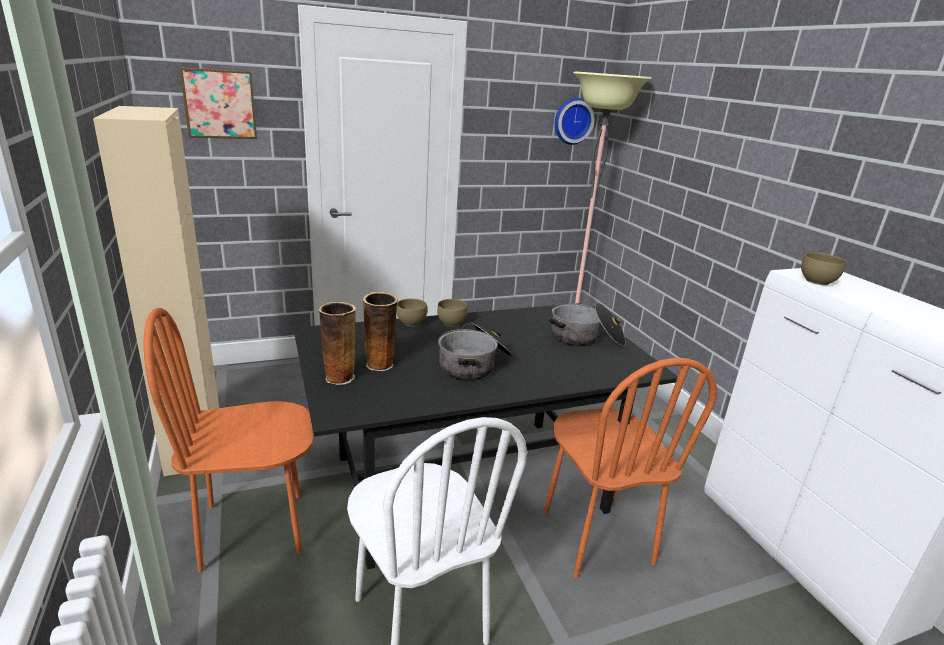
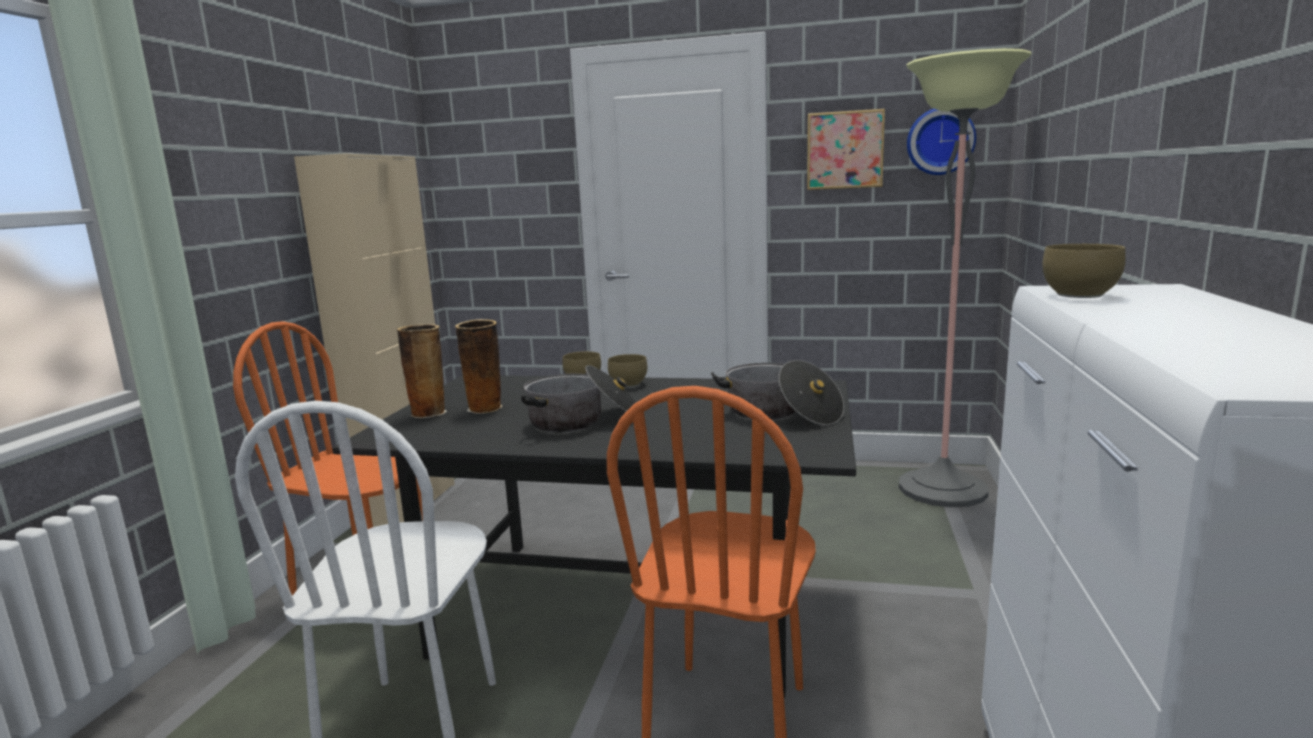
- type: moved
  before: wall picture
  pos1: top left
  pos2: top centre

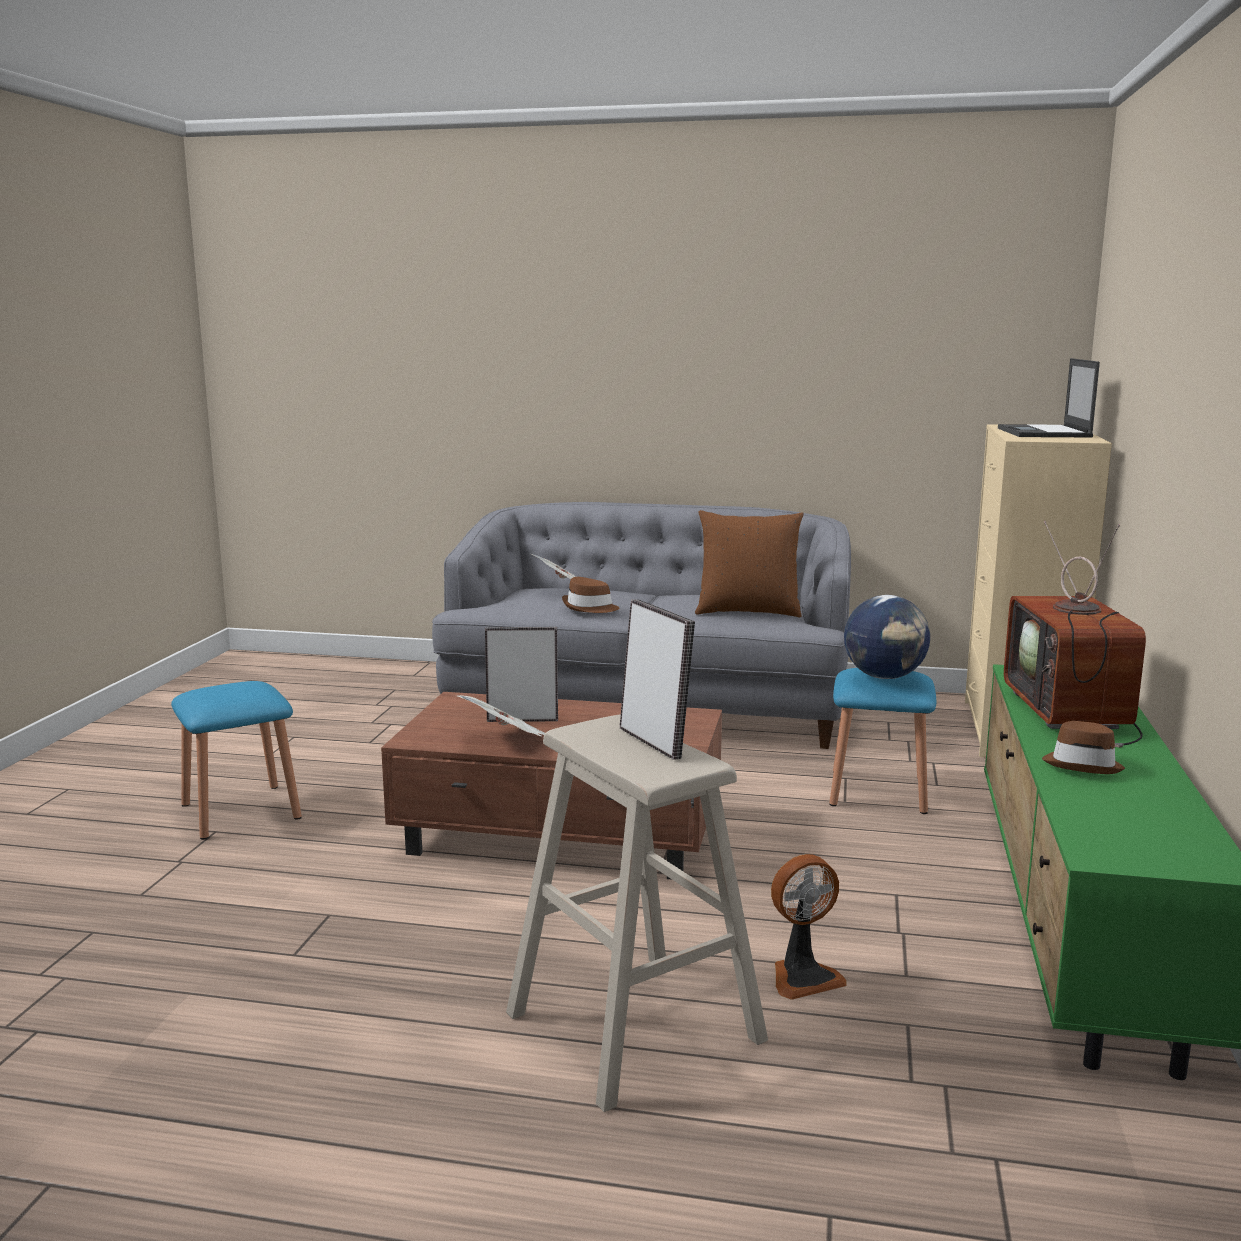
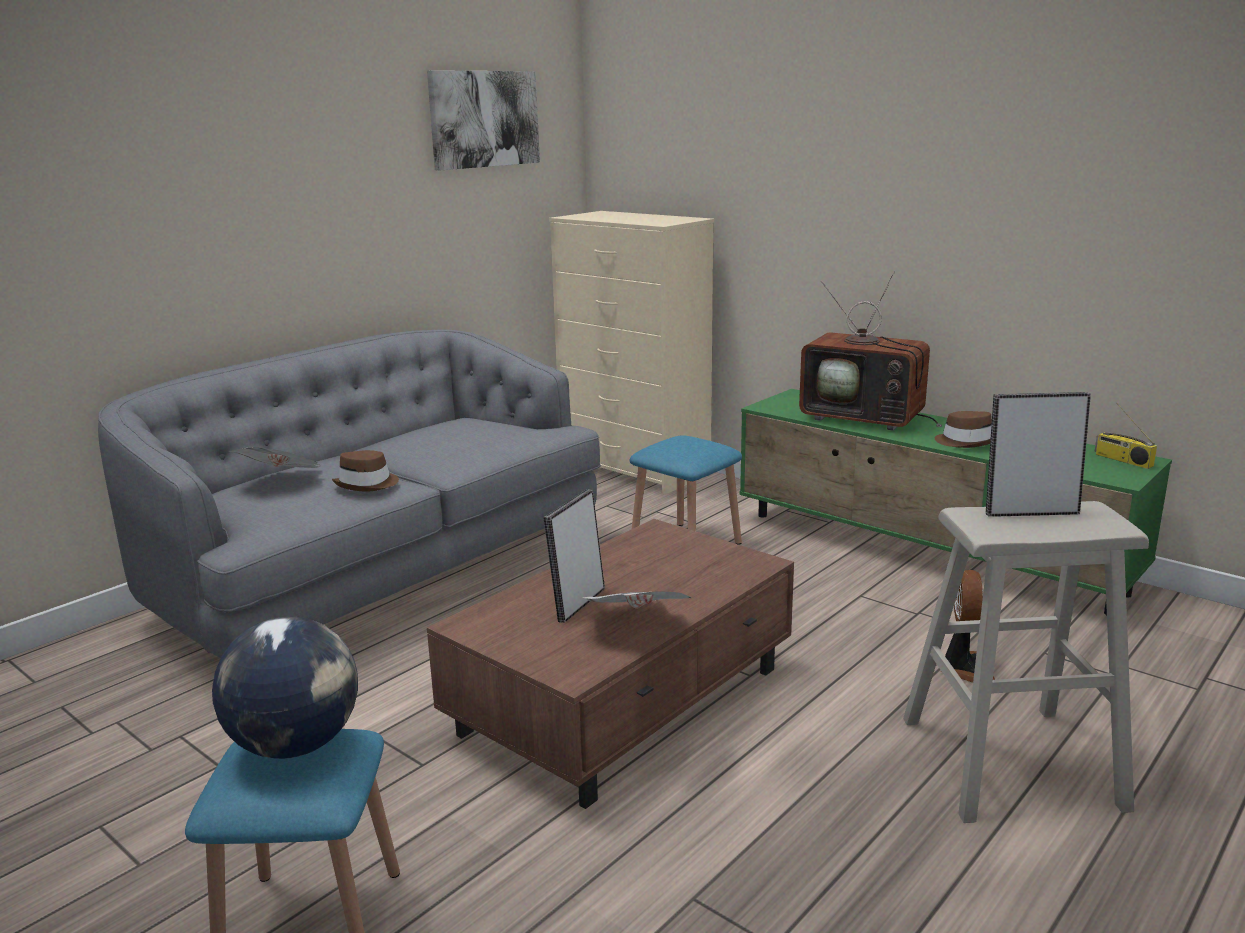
- type: moved
  before: globe
  pos1: middle right
  pos2: bottom left
- type: added
  after: wall picture
  pos2: top centre
- type: added
  after: radio receiver
  pos2: middle right
- type: removed
  before: throw pillow in brown
  pos1: centre
- type: removed
  before: portable computer
  pos1: top right

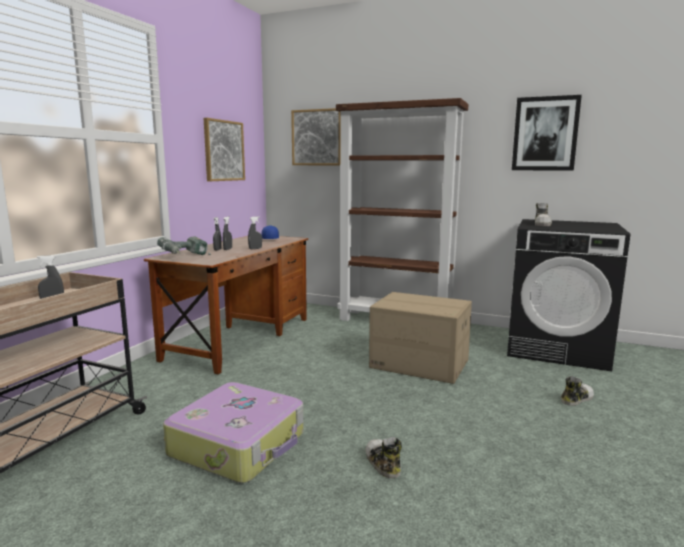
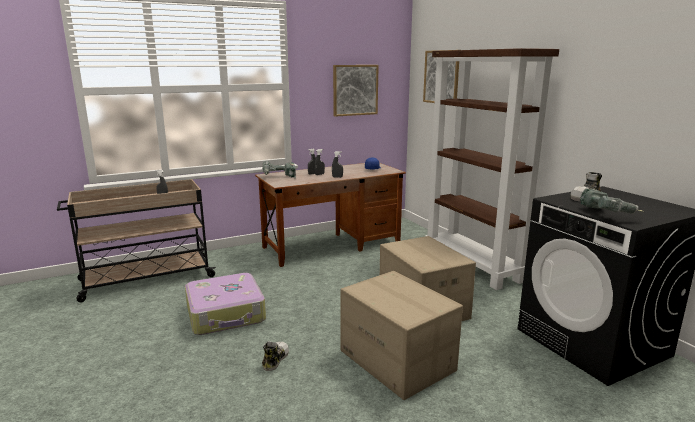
- type: added
  after: cardboard box (1st from left)
  pos2: bottom centre
- type: added
  after: electric drill (2nd from left)
  pos2: middle right
- type: removed
  before: wall picture (3rd from left)
  pos1: top right
- type: removed
  before: low shoe (3rd from left)
  pos1: bottom right

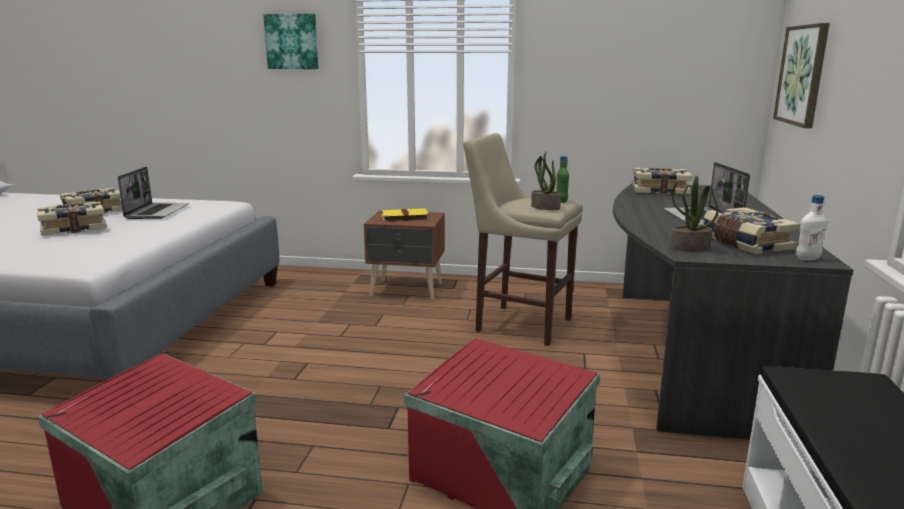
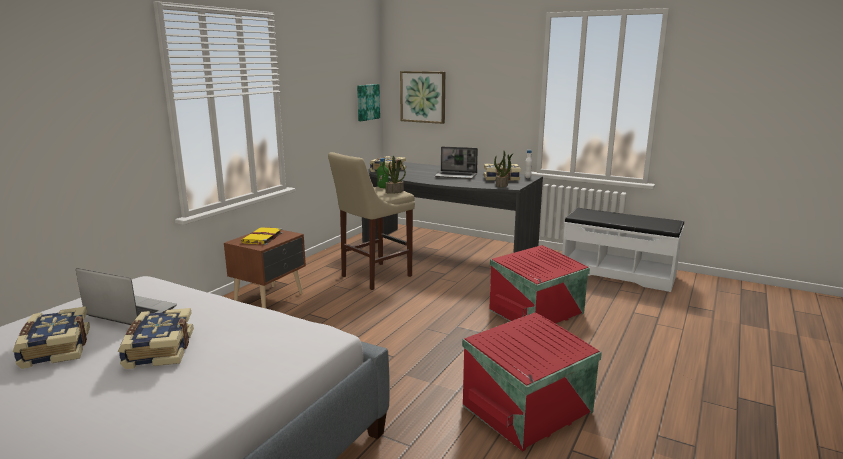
- type: moved
  before: wall picture (1st from left)
  pos1: top left
  pos2: top centre

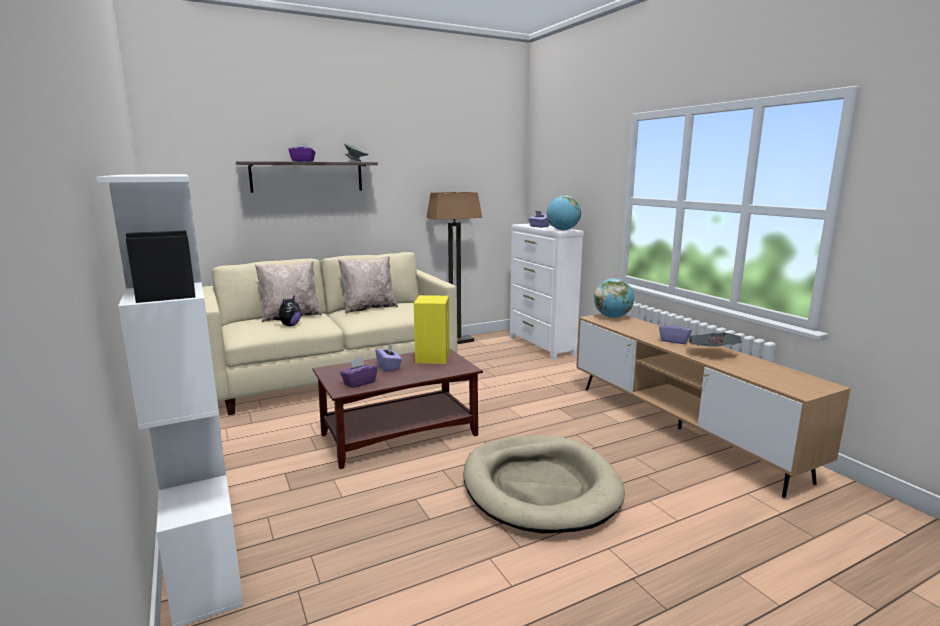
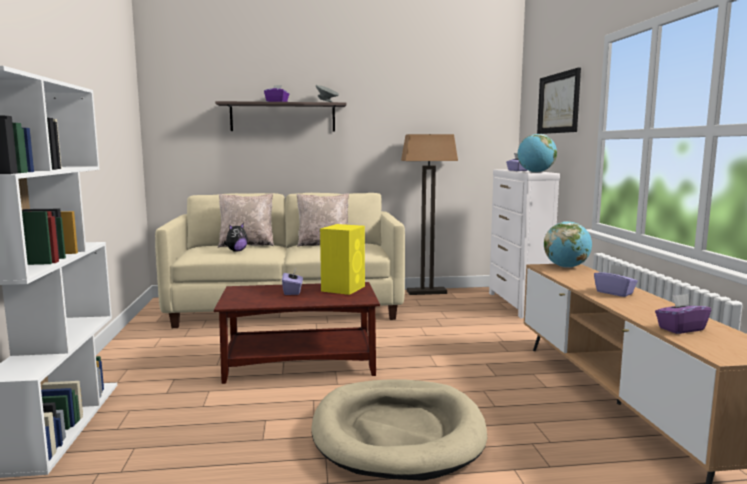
- type: added
  after: wall picture
  pos2: top right
- type: moved
  before: tissue box in purple (2nd from left in the first image)
  after: tissue box in purple (5th from left)
  pos1: centre
  pos2: middle right
- type: removed
  before: daily paper
  pos1: middle right

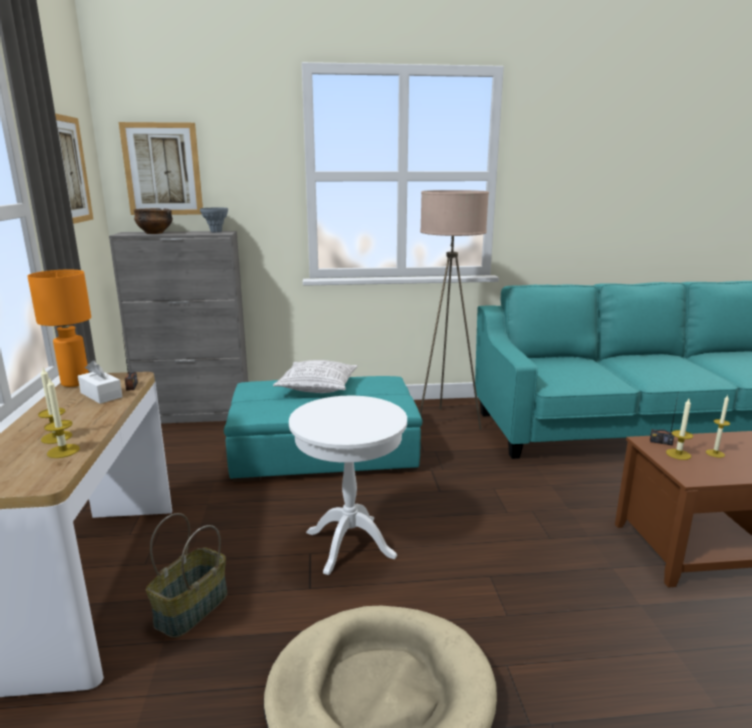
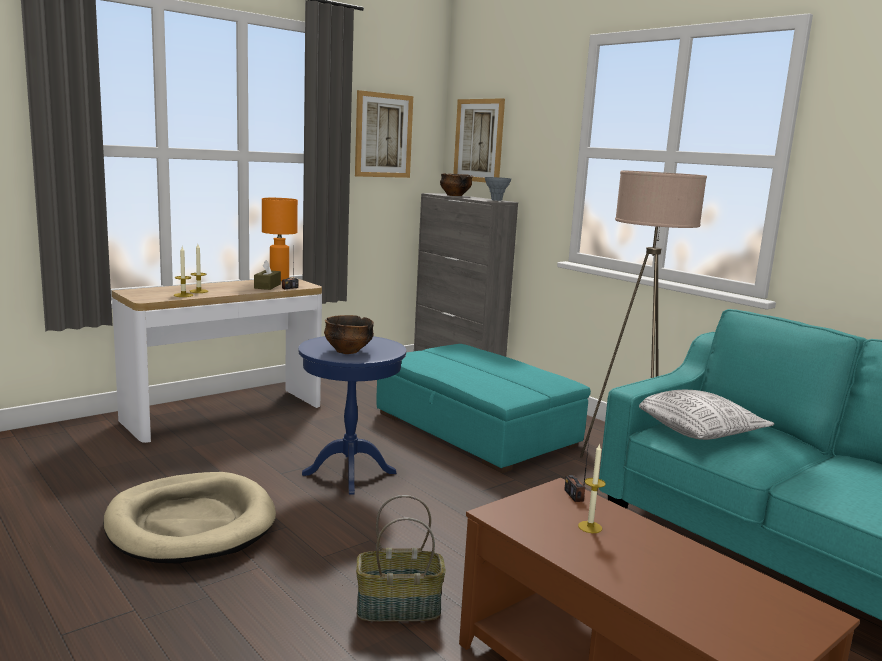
- type: recoloured
  before: tissue box in whitish
  after: tissue box in brown
  pos1: middle left
  pos2: middle left
- type: recoloured
  before: side table in whitish
  after: side table in bluish
  pos1: centre
  pos2: centre
- type: added
  after: bowl (1st from left)
  pos2: centre
- type: moved
  before: storage basket
  pos1: bottom left
  pos2: bottom centre
- type: moved
  before: throw pillow
  pos1: centre
  pos2: middle right
- type: removed
  before: candle (3rd from left)
  pos1: middle right

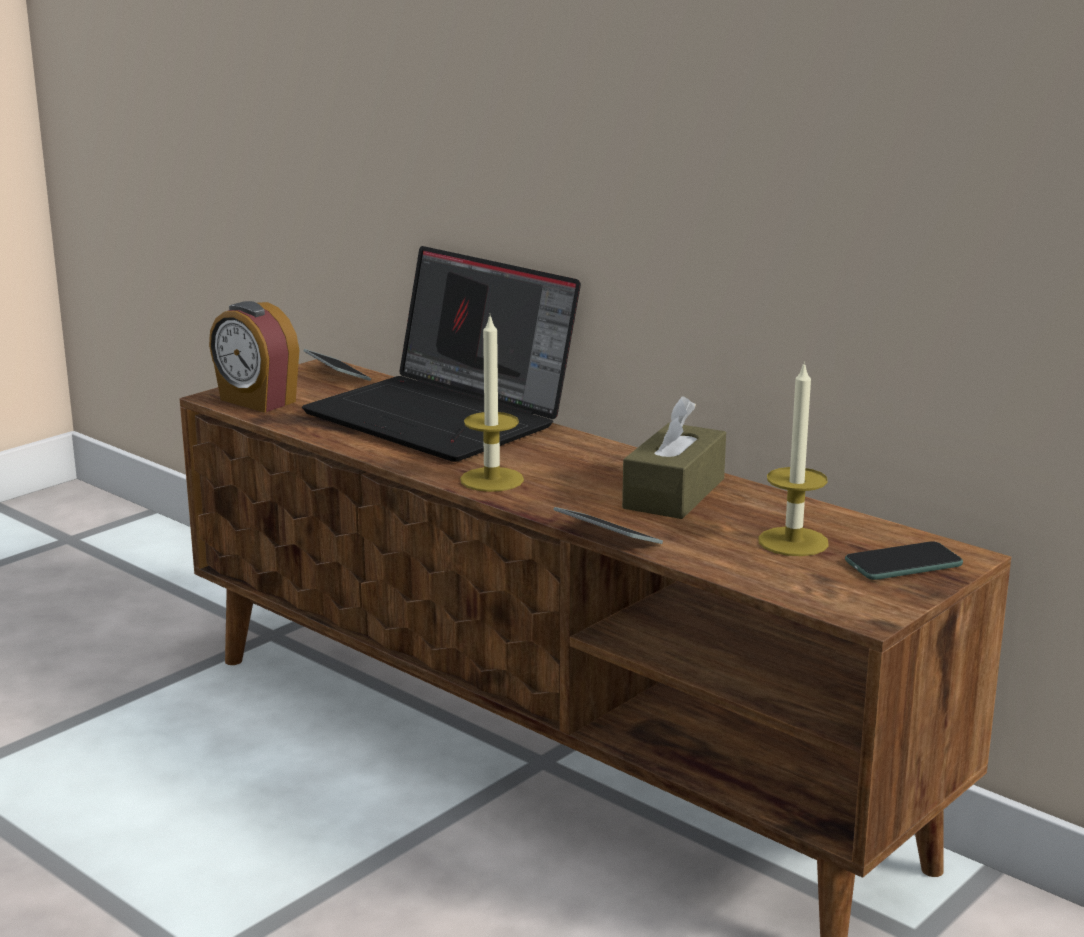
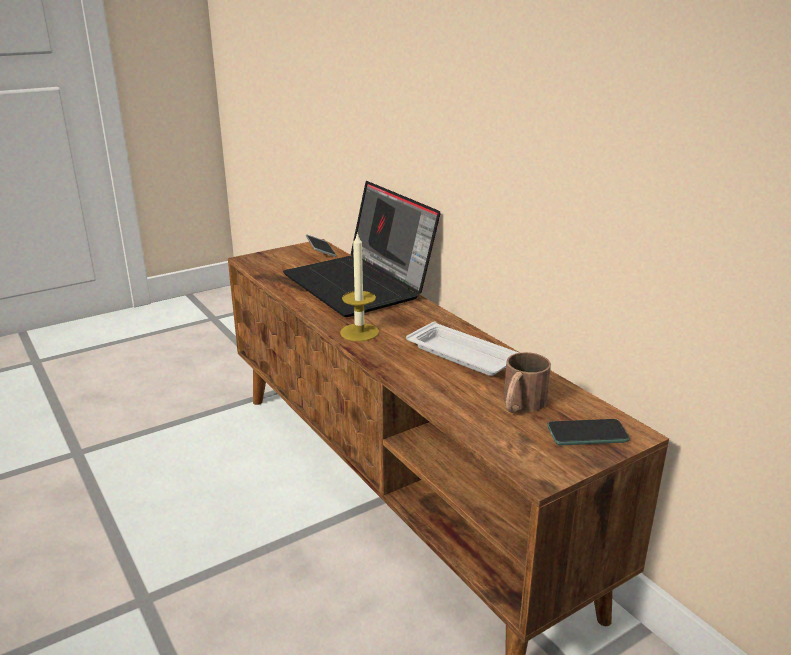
- type: replaced
  before: tissue box in brown
  after: tray in whitish
  pos1: centre
  pos2: centre
- type: replaced
  before: candle (2nd from left)
  after: tea mug in brown
  pos1: middle right
  pos2: centre
- type: removed
  before: table clock
  pos1: middle left
- type: removed
  before: telephone (2nd from left)
  pos1: centre

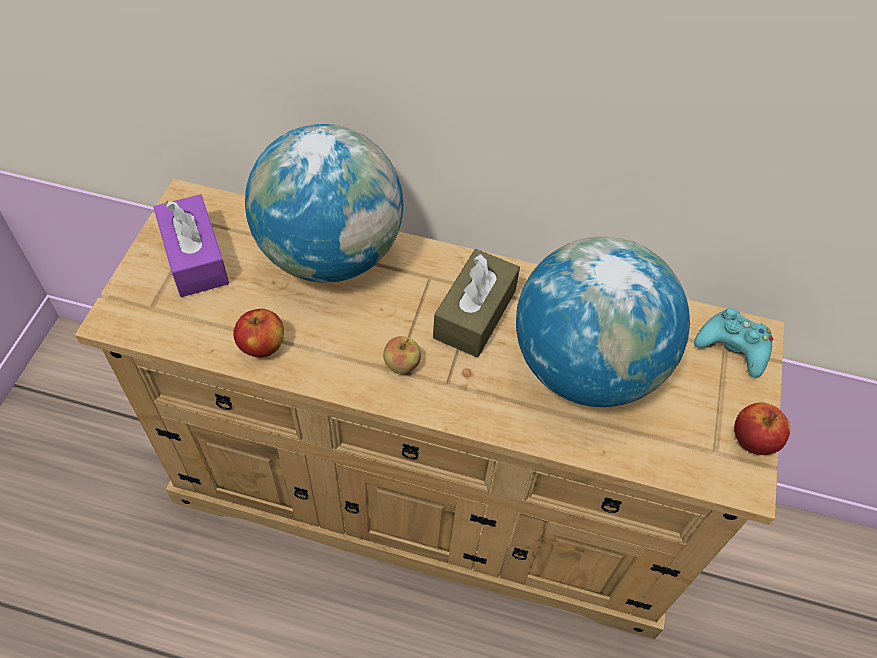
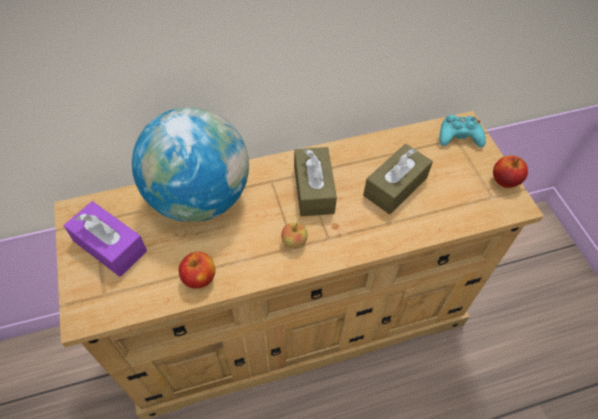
- type: replaced
  before: globe (2nd from left)
  after: tissue box in brown (2nd from left)
  pos1: middle right
  pos2: centre

